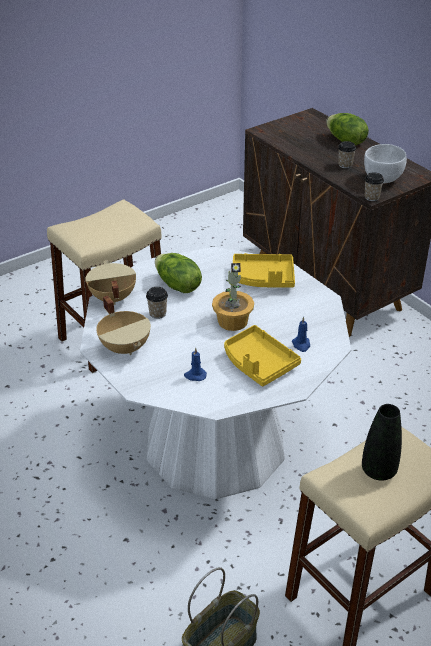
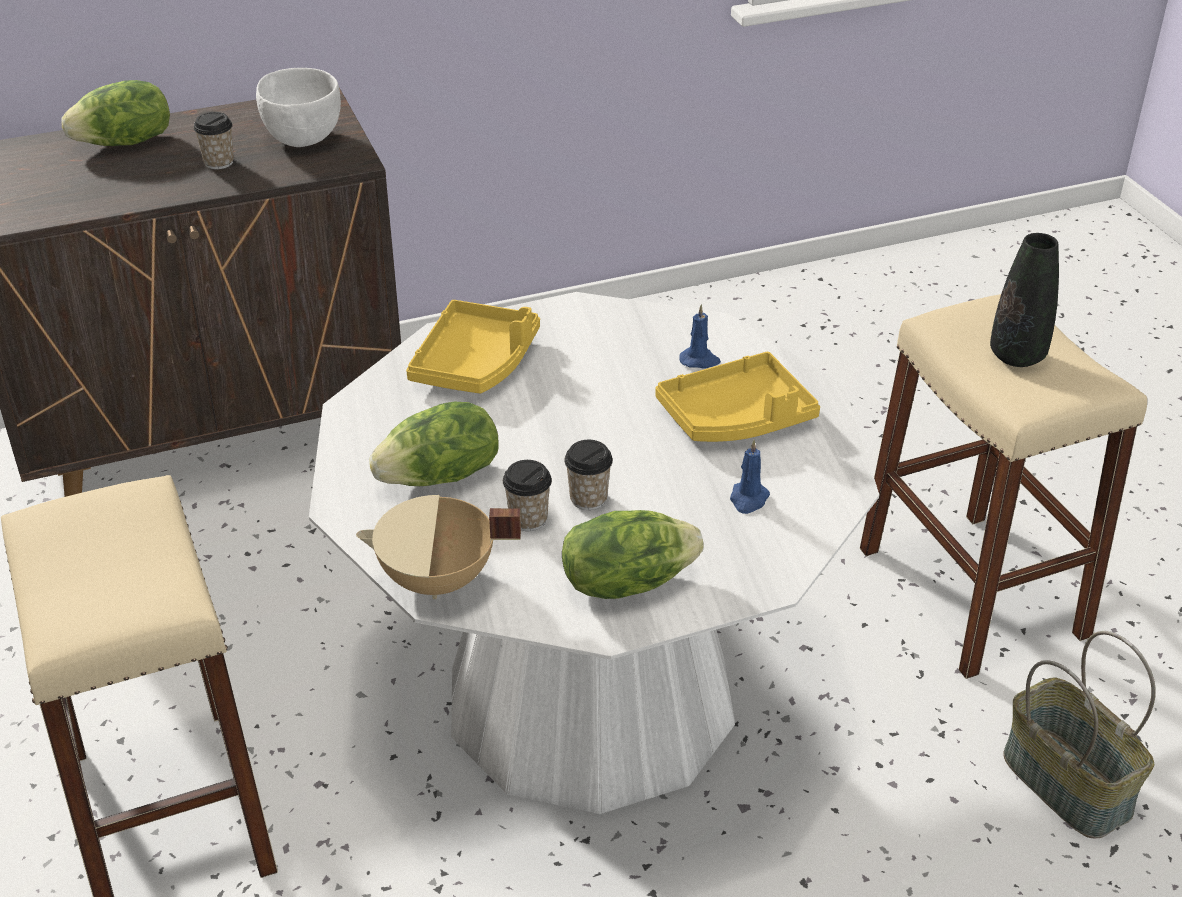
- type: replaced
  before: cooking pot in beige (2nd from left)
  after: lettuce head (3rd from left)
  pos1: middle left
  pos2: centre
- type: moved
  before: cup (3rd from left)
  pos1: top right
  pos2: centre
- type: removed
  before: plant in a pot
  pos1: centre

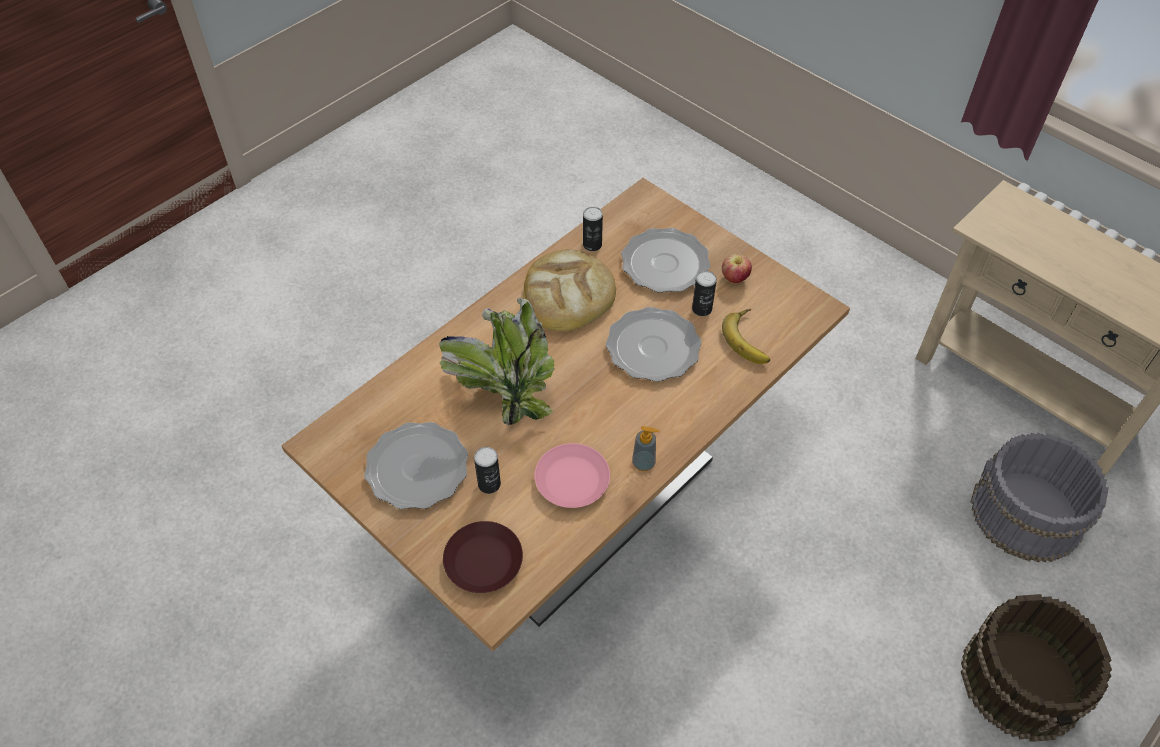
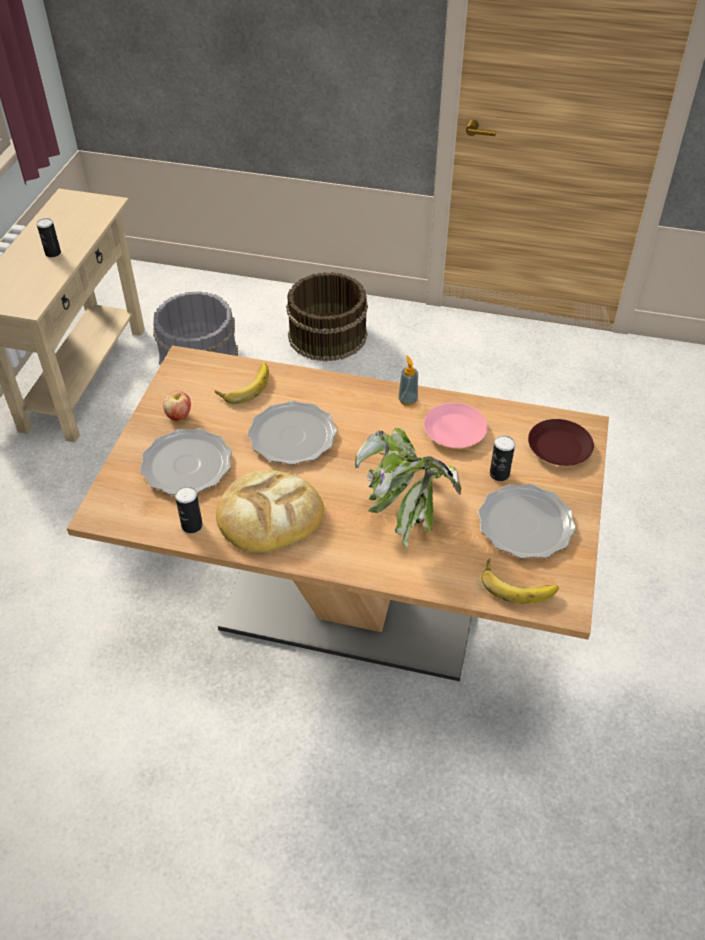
- type: moved
  before: can (3rd from left in the first image)
  after: can (1st from left)
  pos1: centre
  pos2: top left
- type: added
  after: banana fruit (2nd from left)
  pos2: middle right

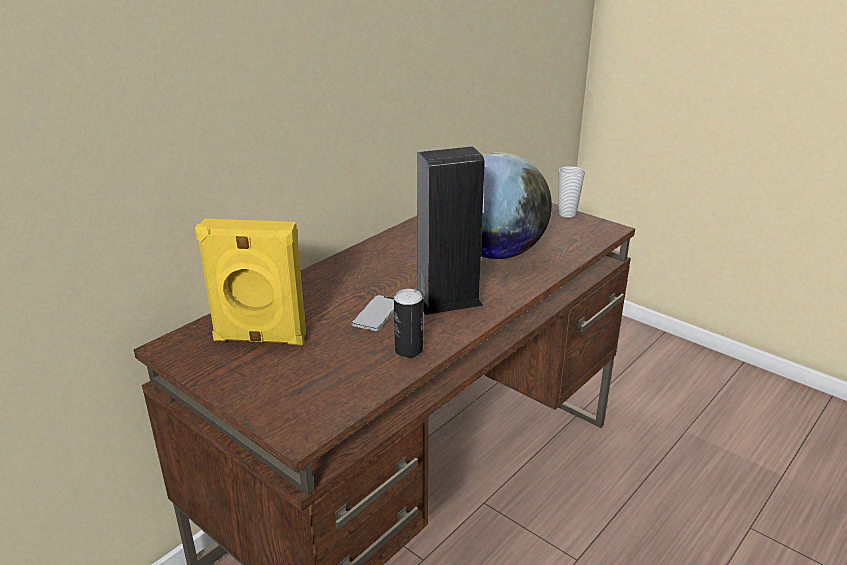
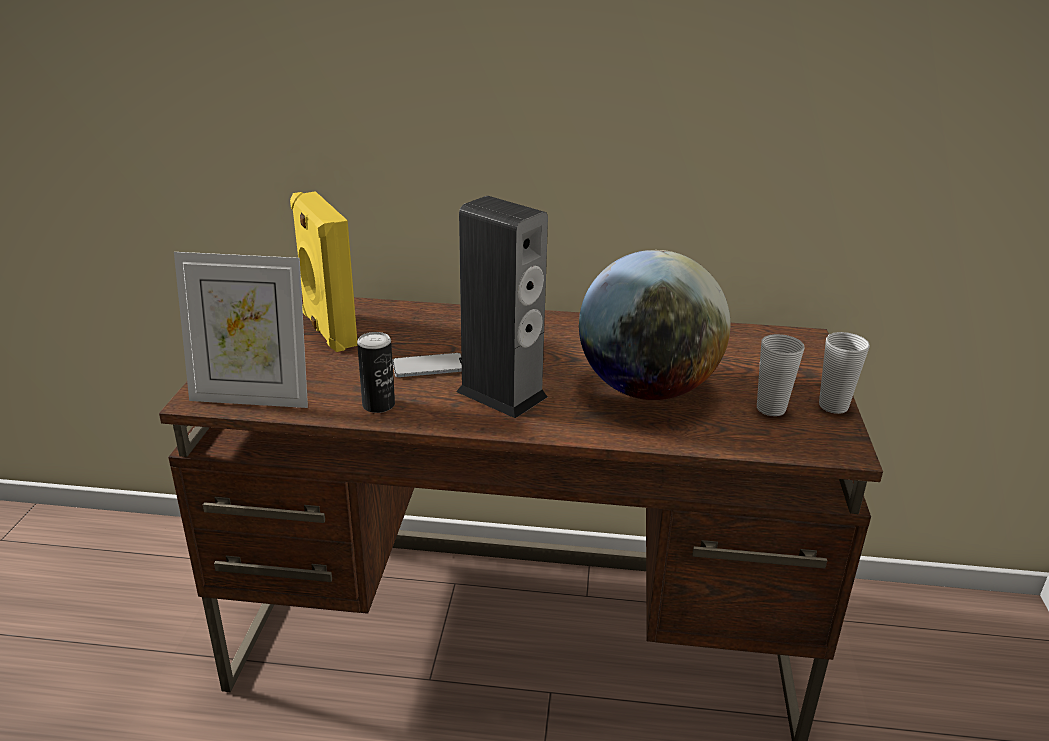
- type: added
  after: photo frame
  pos2: middle left
- type: added
  after: cup (1st from left)
  pos2: middle right

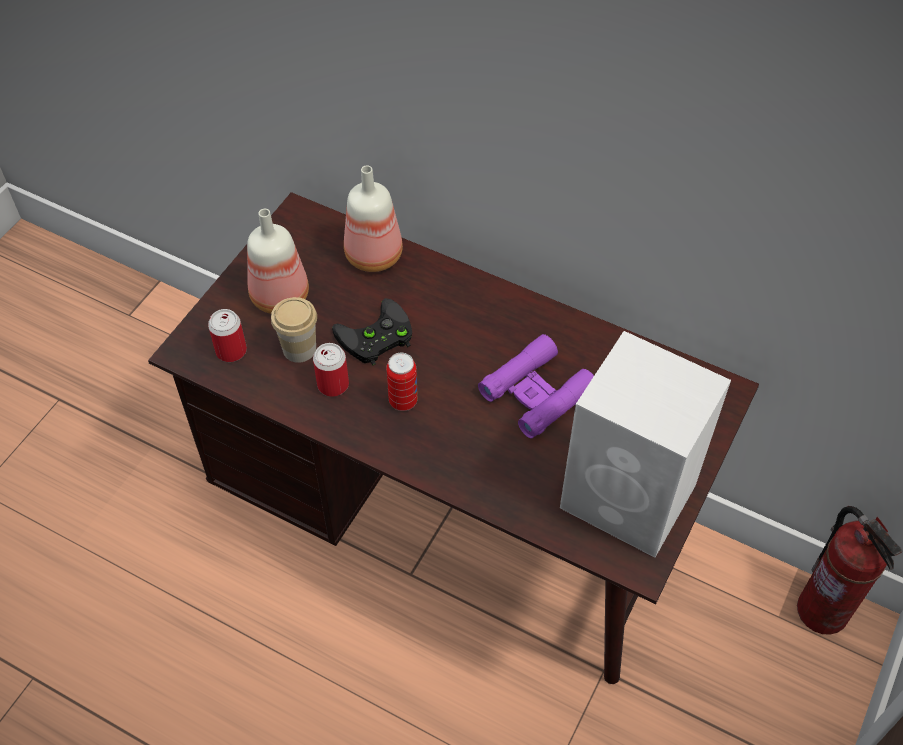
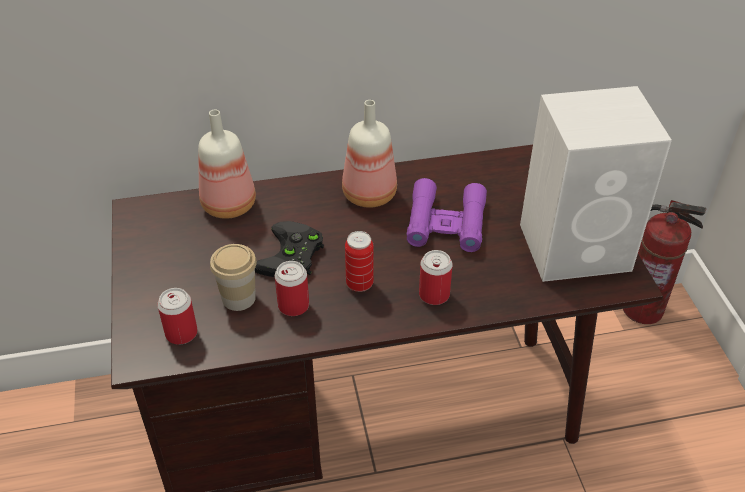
- type: moved
  before: drink bottle (1st from left in the first image)
  after: drink bottle (2nd from left)
  pos1: middle left
  pos2: top centre
- type: added
  after: can (4th from left)
  pos2: centre

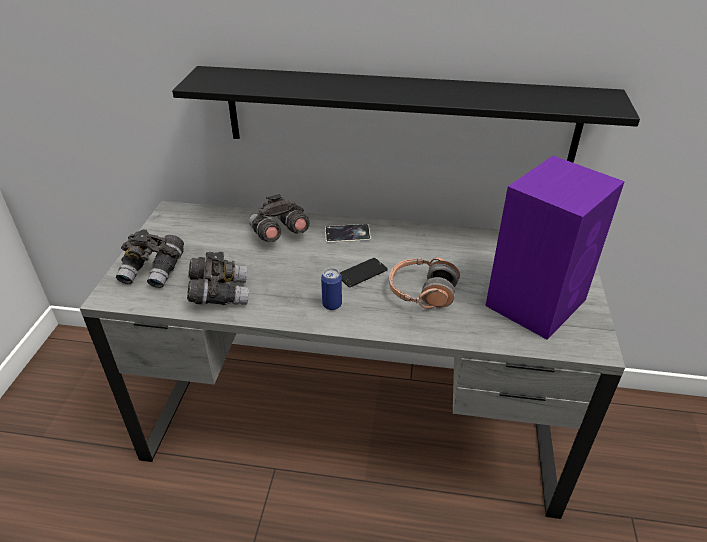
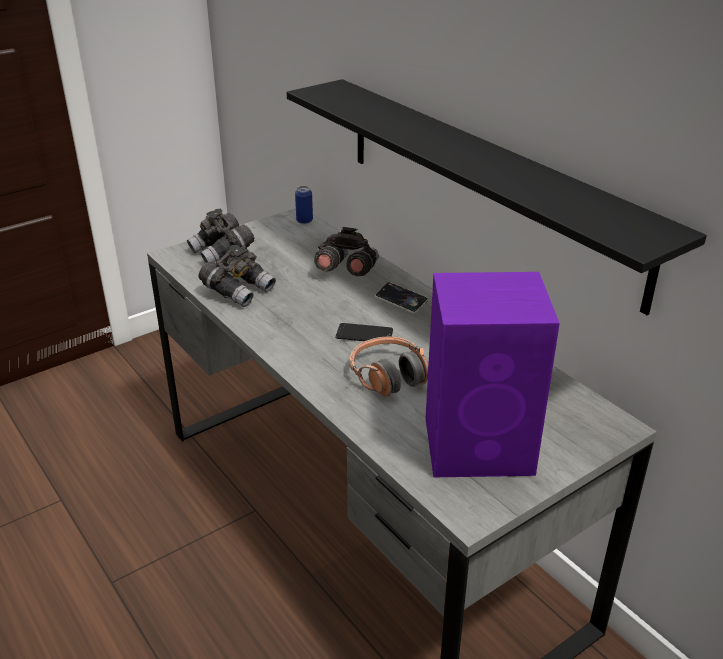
- type: moved
  before: can
  pos1: centre
  pos2: top centre

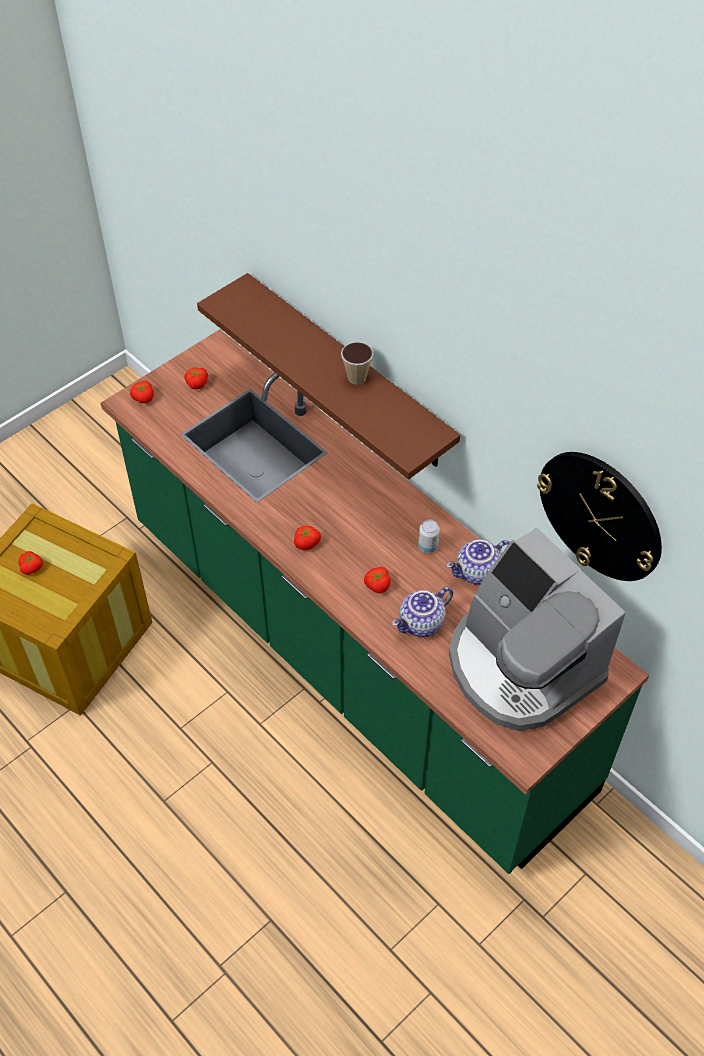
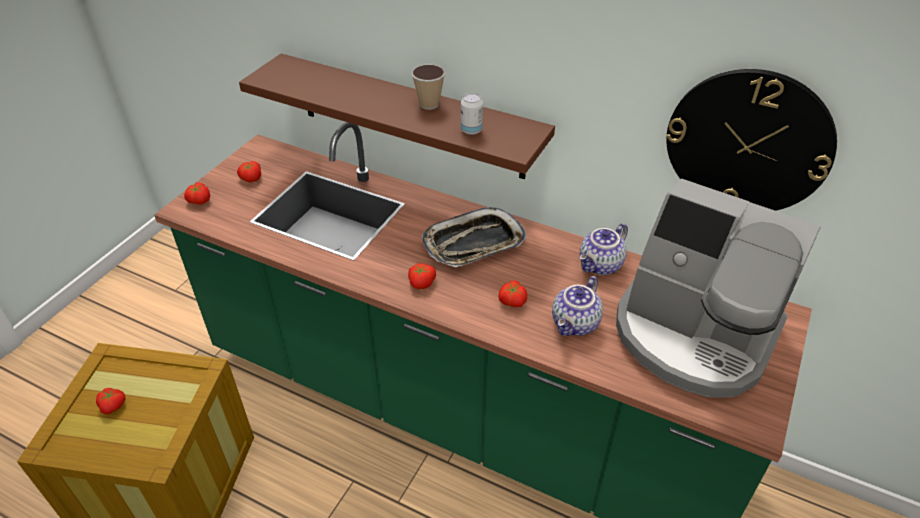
- type: added
  after: tray
  pos2: centre
- type: moved
  before: can
  pos1: centre
  pos2: top centre

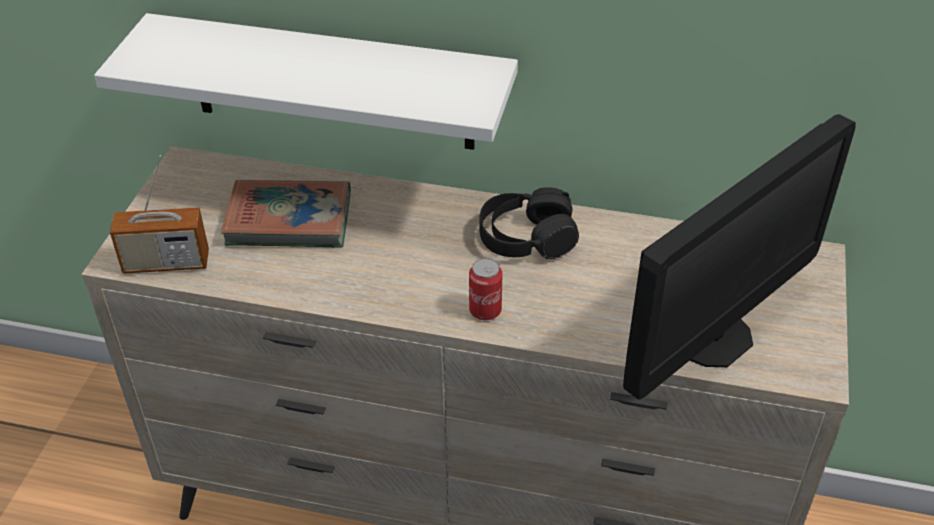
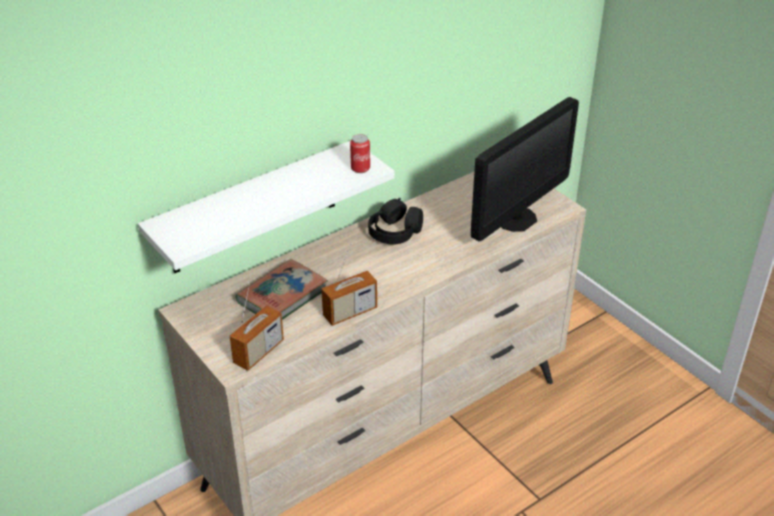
- type: added
  after: radio receiver (2nd from left)
  pos2: centre
- type: moved
  before: can
  pos1: centre
  pos2: top centre
- type: turned
  before: monitor
  pos1: middle right
  pos2: top right
  turn: 45

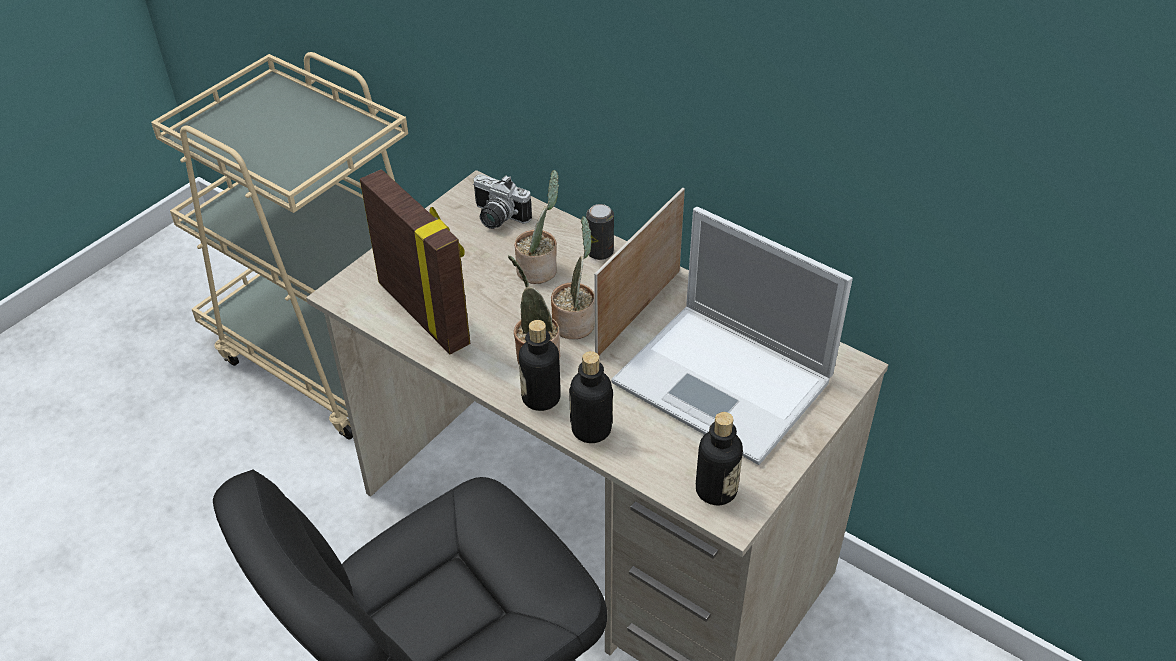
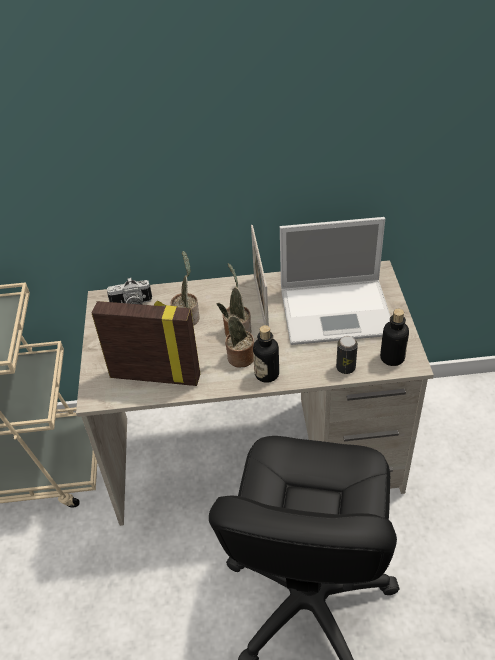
- type: moved
  before: can
  pos1: centre
  pos2: middle right
- type: removed
  before: drink bottle (2nd from left)
  pos1: centre

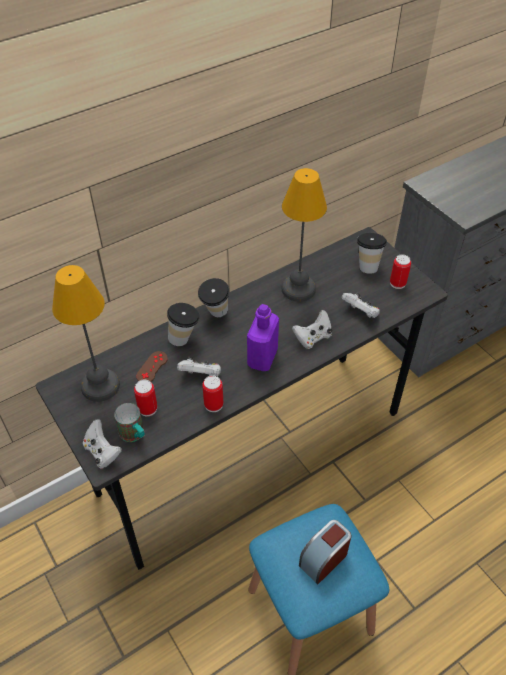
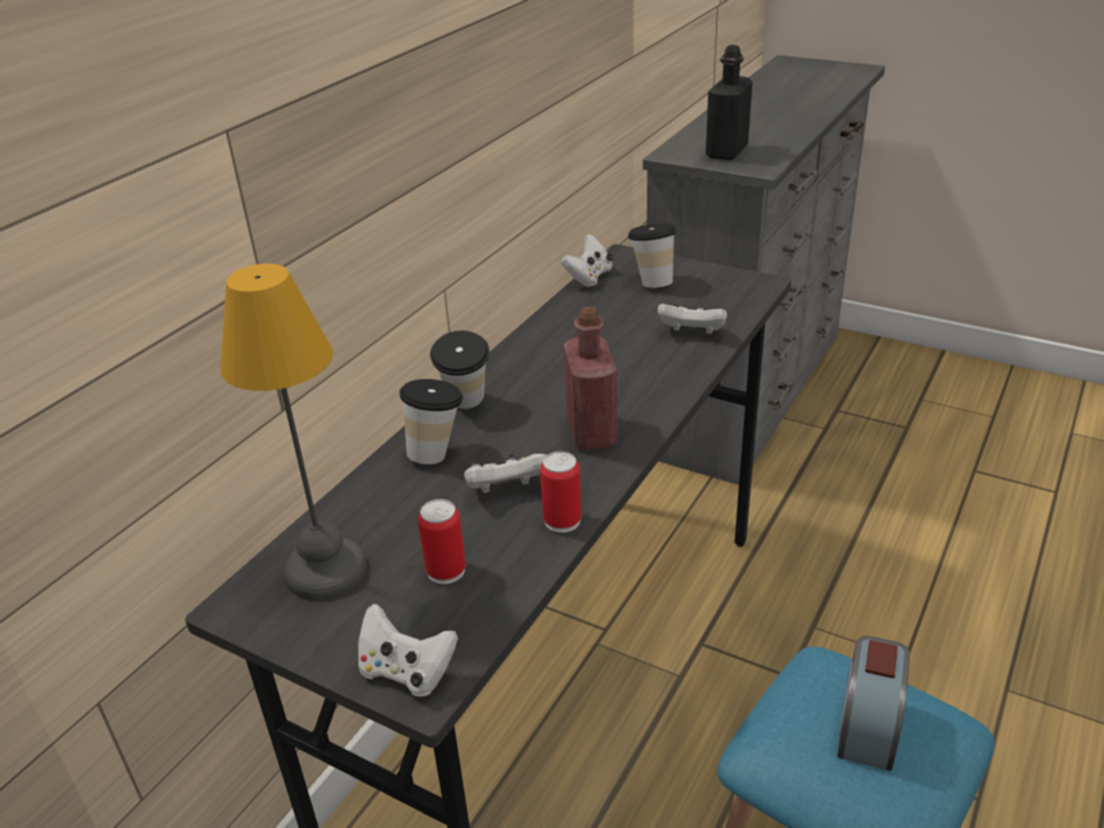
- type: moved
  before: gamepad in whitish (3rd from left)
  pos1: centre
  pos2: top centre
- type: recoloured
  before: drink bottle in purple
  after: drink bottle in reddish
  pos1: centre
  pos2: centre
- type: added
  after: drink bottle in black-coloured
  pos2: top centre
- type: removed
  before: tea mug
  pos1: middle left
- type: removed
  before: gamepad in brown
  pos1: middle left
- type: removed
  before: lamp for a table (2nd from left)
  pos1: centre
- type: removed
  before: can (3rd from left)
  pos1: middle right

